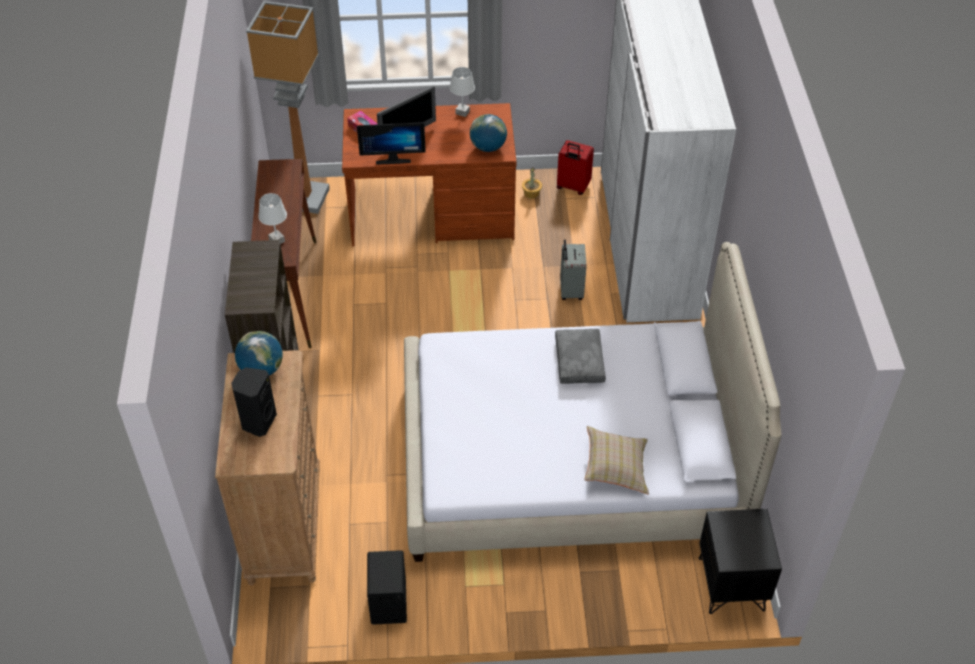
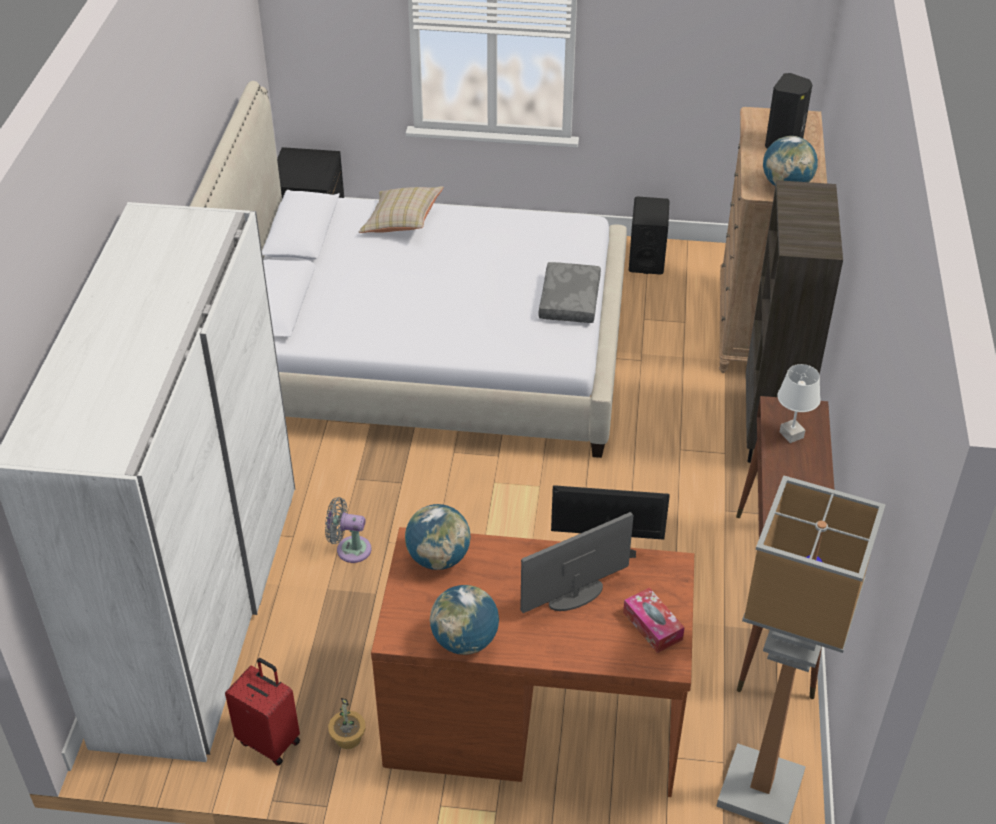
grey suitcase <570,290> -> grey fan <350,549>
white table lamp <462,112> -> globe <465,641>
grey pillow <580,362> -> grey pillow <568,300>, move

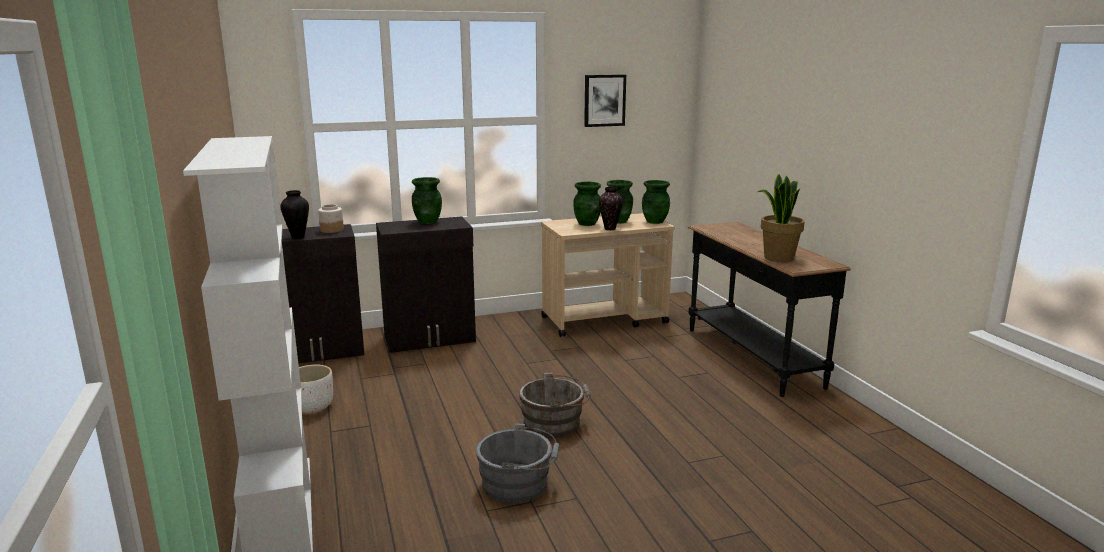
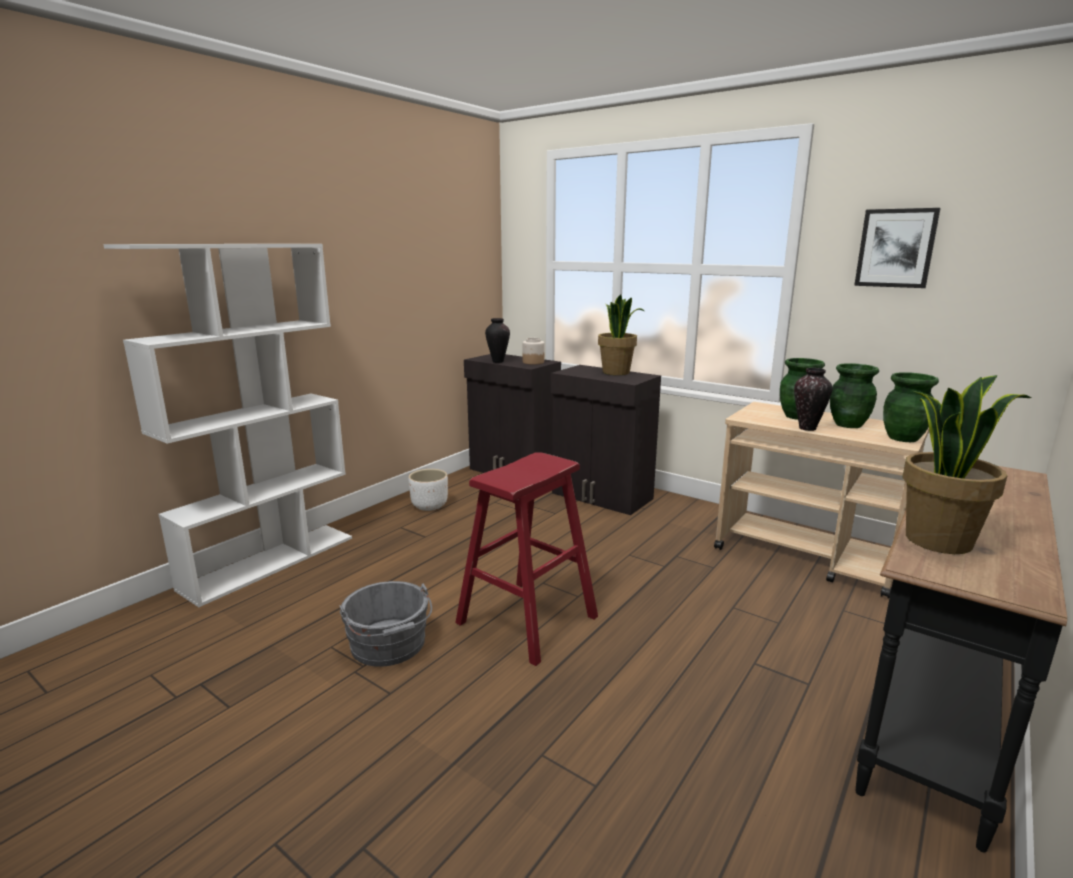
grey bucket <555,423> -> red stool <527,619>
green vase <427,221> -> potted plant <616,372>

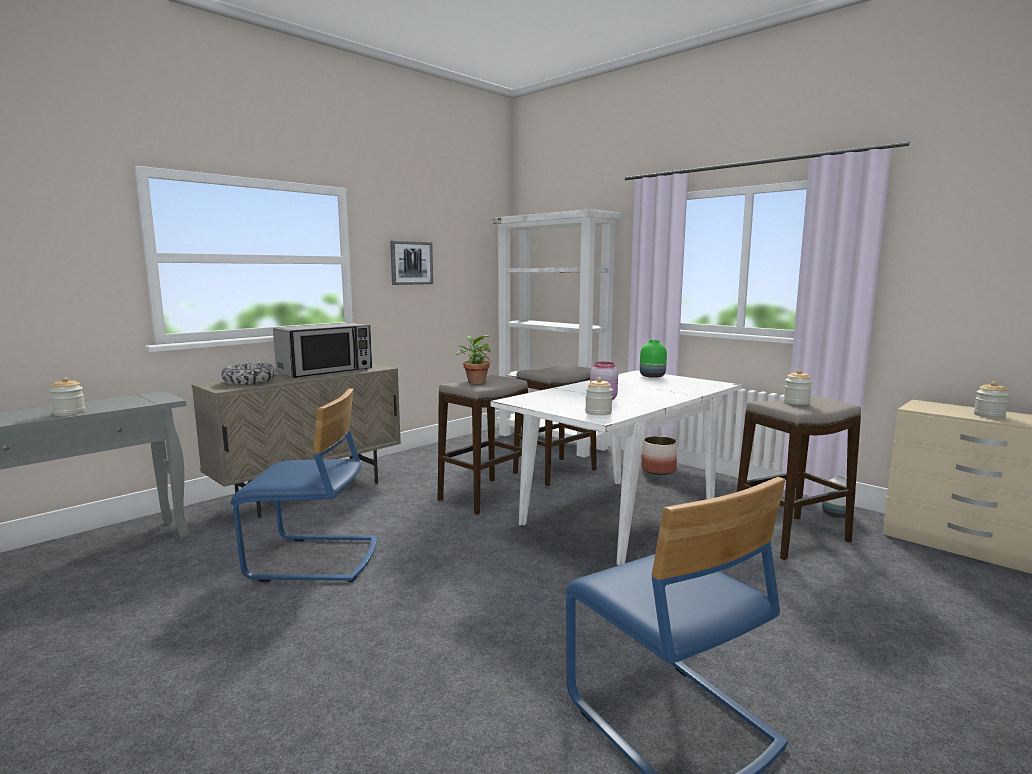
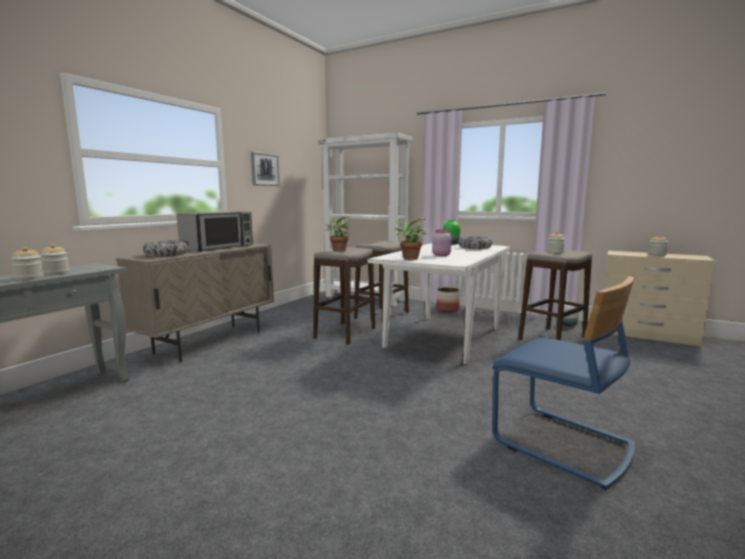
jar <598,412> -> jar <56,273>, move
none -> potted plant <408,258>
none -> bowl <475,248>
blue chair <314,560> -> none

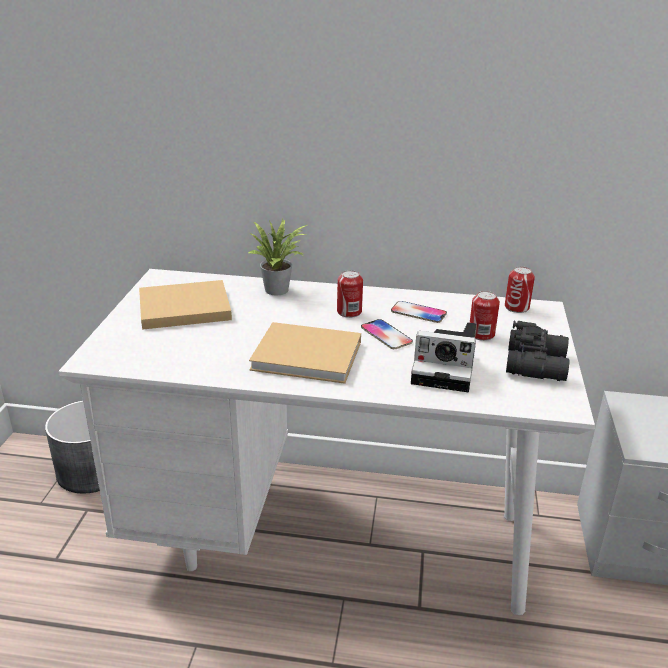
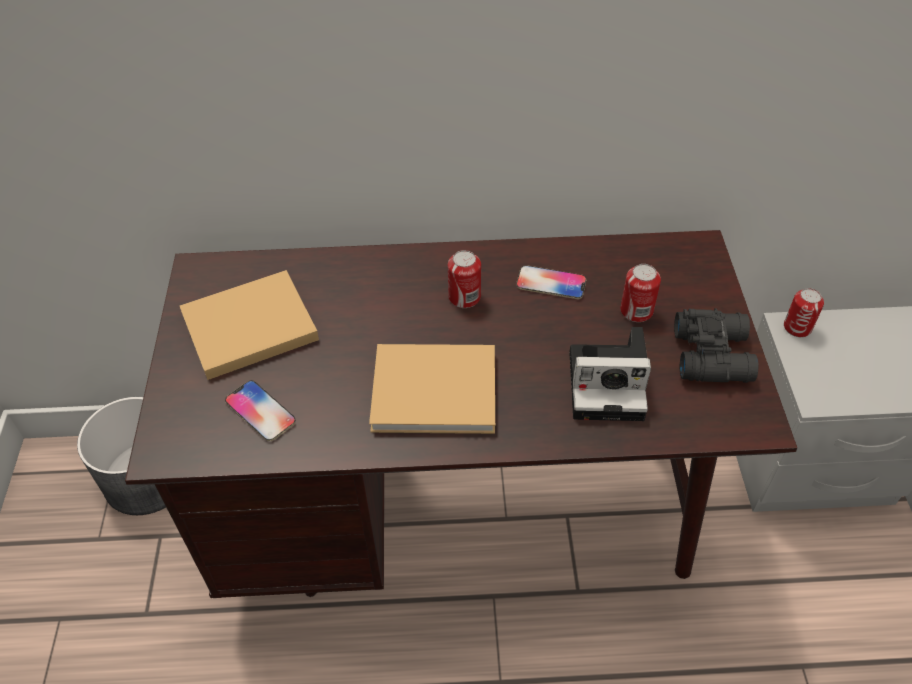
white desk <330,537> -> brown desk <460,517>
phone <386,335> -> phone <260,411>, move
can <516,307> -> can <797,327>, move
potted plant <280,290> -> none

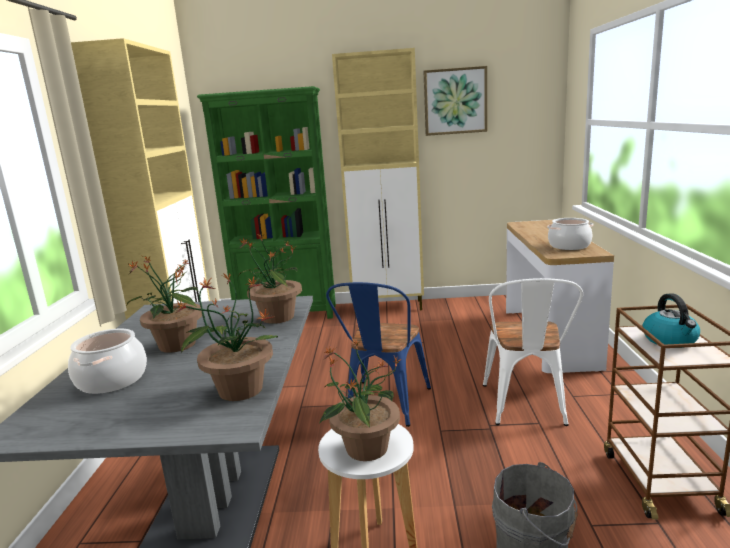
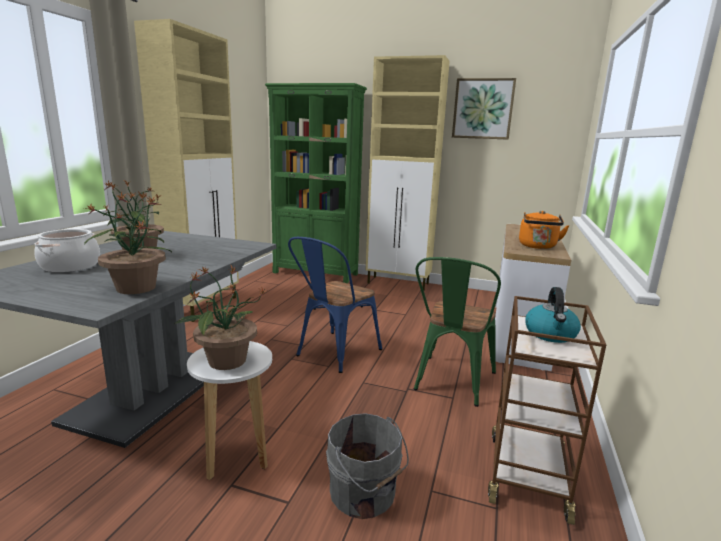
white chair <526,408> -> green chair <451,383>
cooking pot <569,246> -> orange kettle <538,247>
potted plant <277,318> -> none

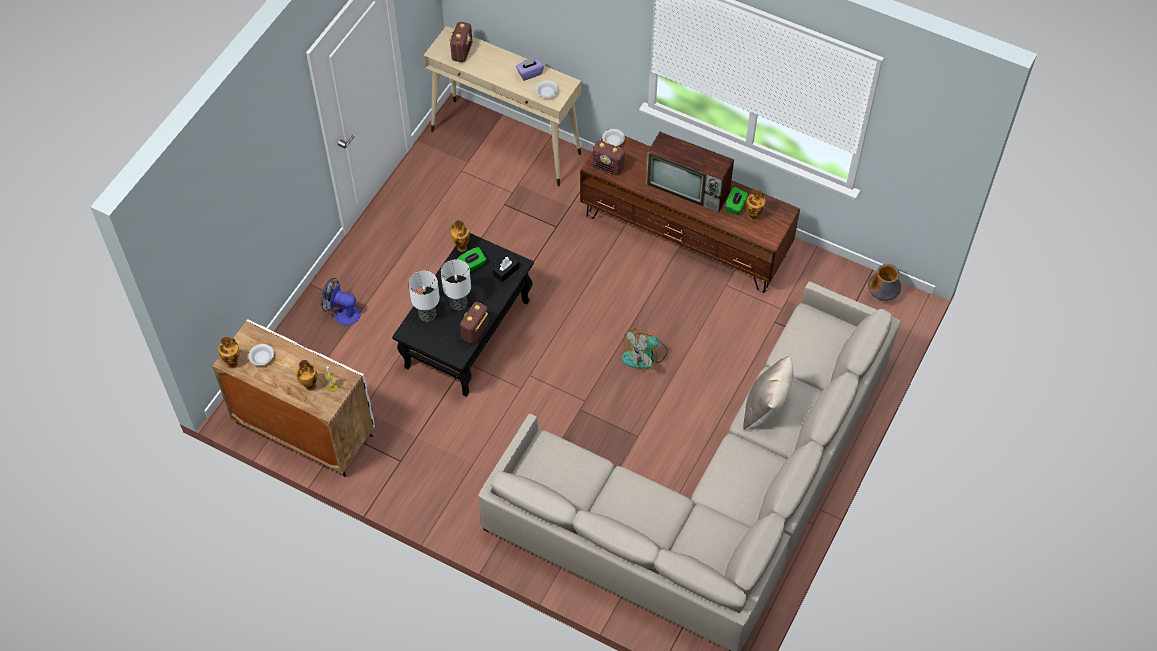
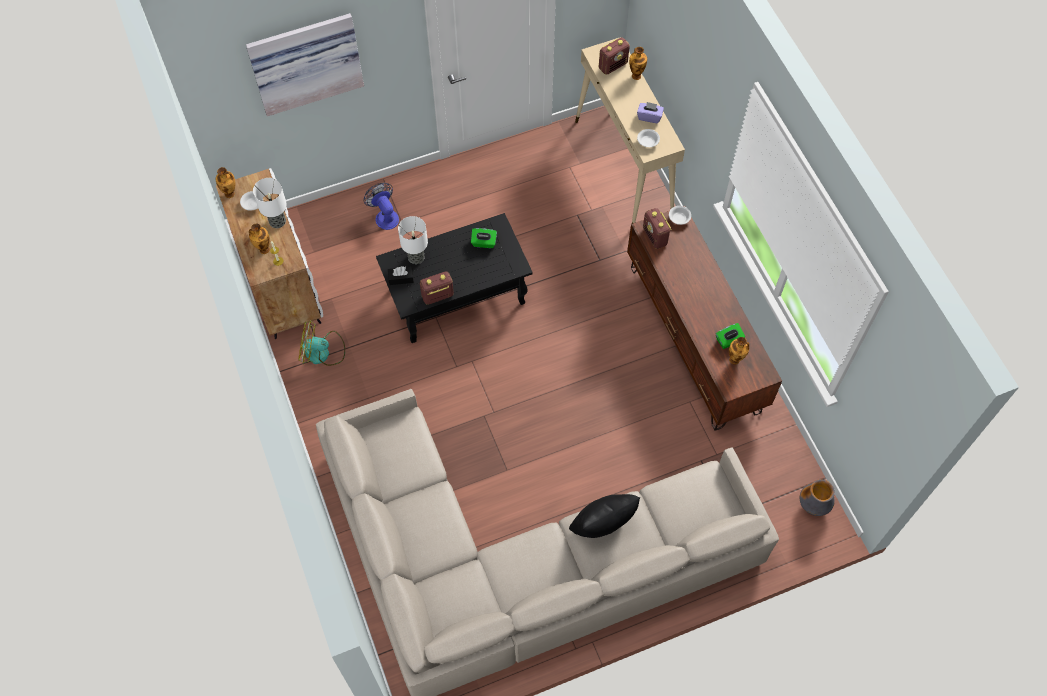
none -> picture <305,61>
table lamp <459,303> -> table lamp <277,222>, move
fan <645,355> -> fan <322,352>, move
black tissue box <506,271> -> black tissue box <401,278>, move
beige pillow <766,408> -> black pillow <603,525>
vase <461,247> -> vase <636,75>, move
television <689,188> -> none

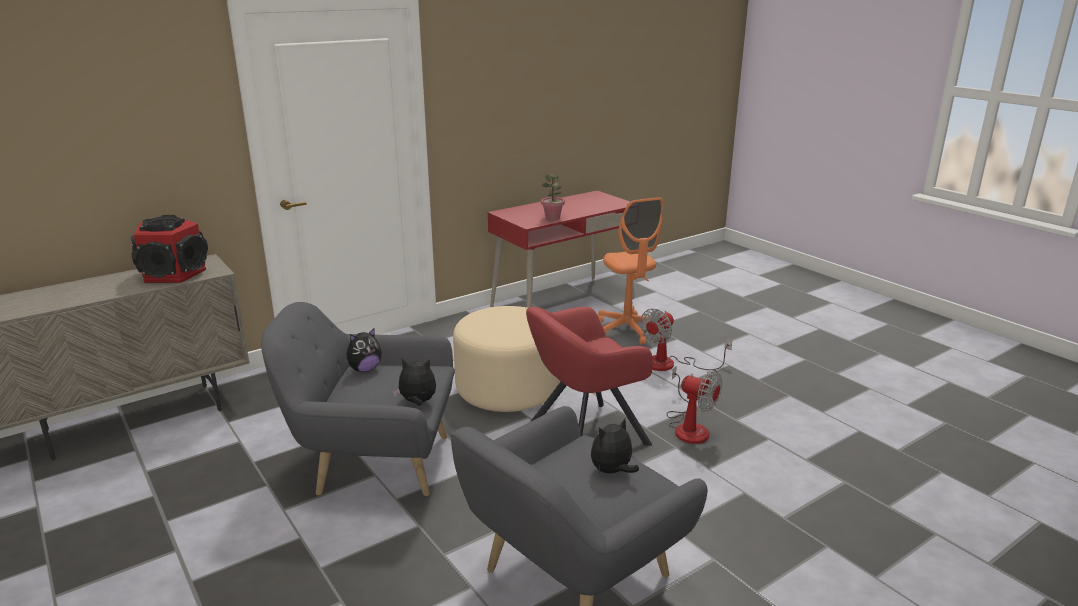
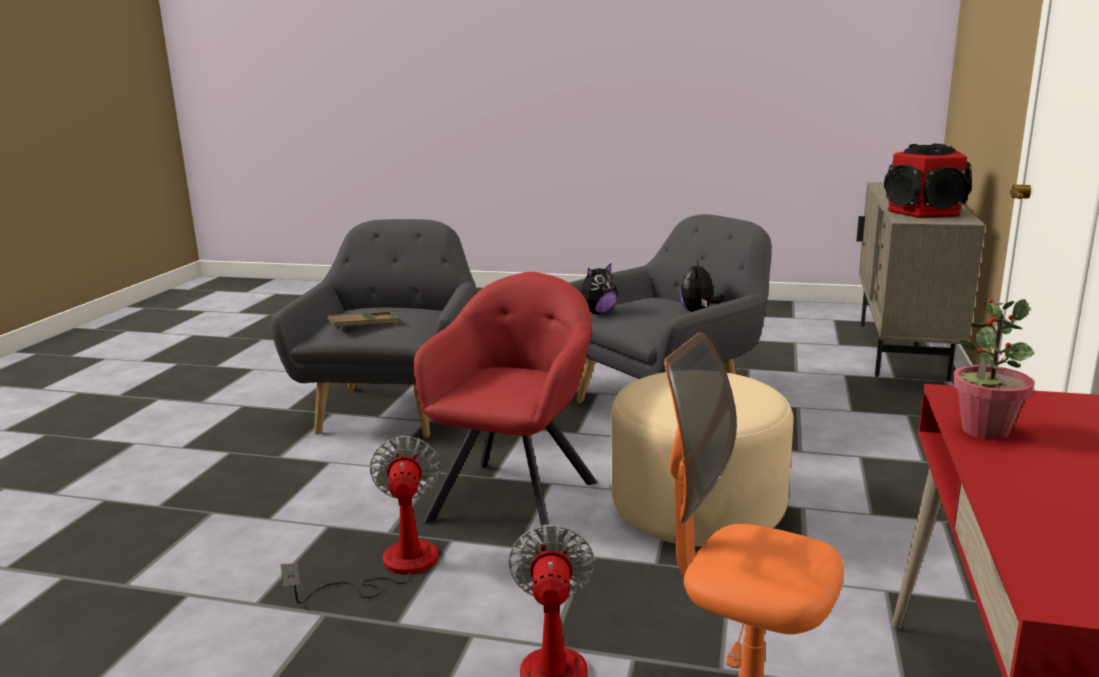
fan <689,427> -> fan <392,567>, 90 degrees clockwise
plush toy <612,472> -> brown tray <363,324>

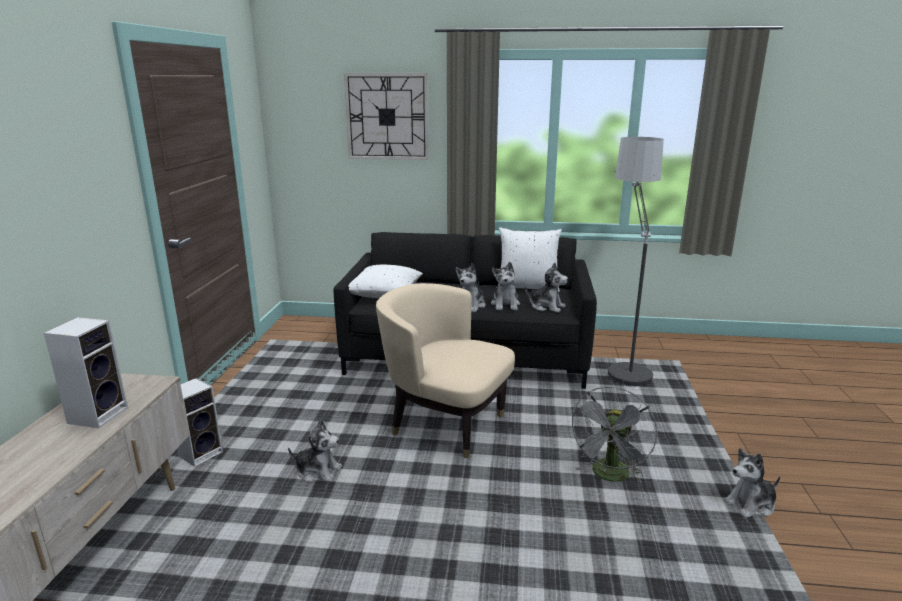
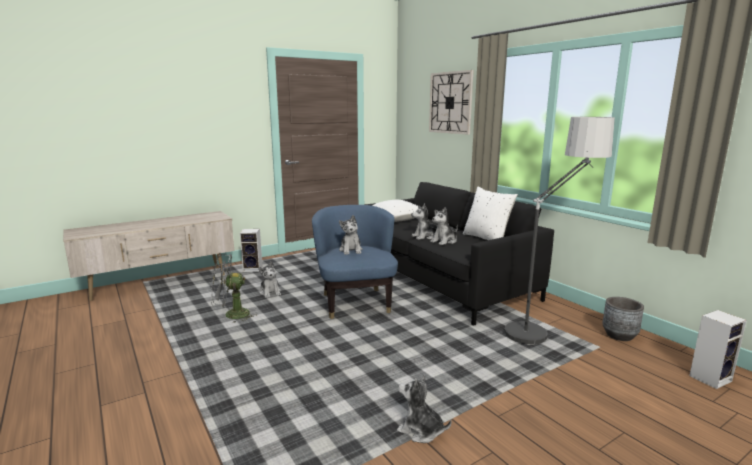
grey fan <610,476> -> grey fan <231,315>, move
beige armchair <445,424> -> blue armchair <355,302>
plush toy <546,306> -> plush toy <351,250>, move
none -> grey planter <619,335>
speaker <98,414> -> speaker <710,378>, move

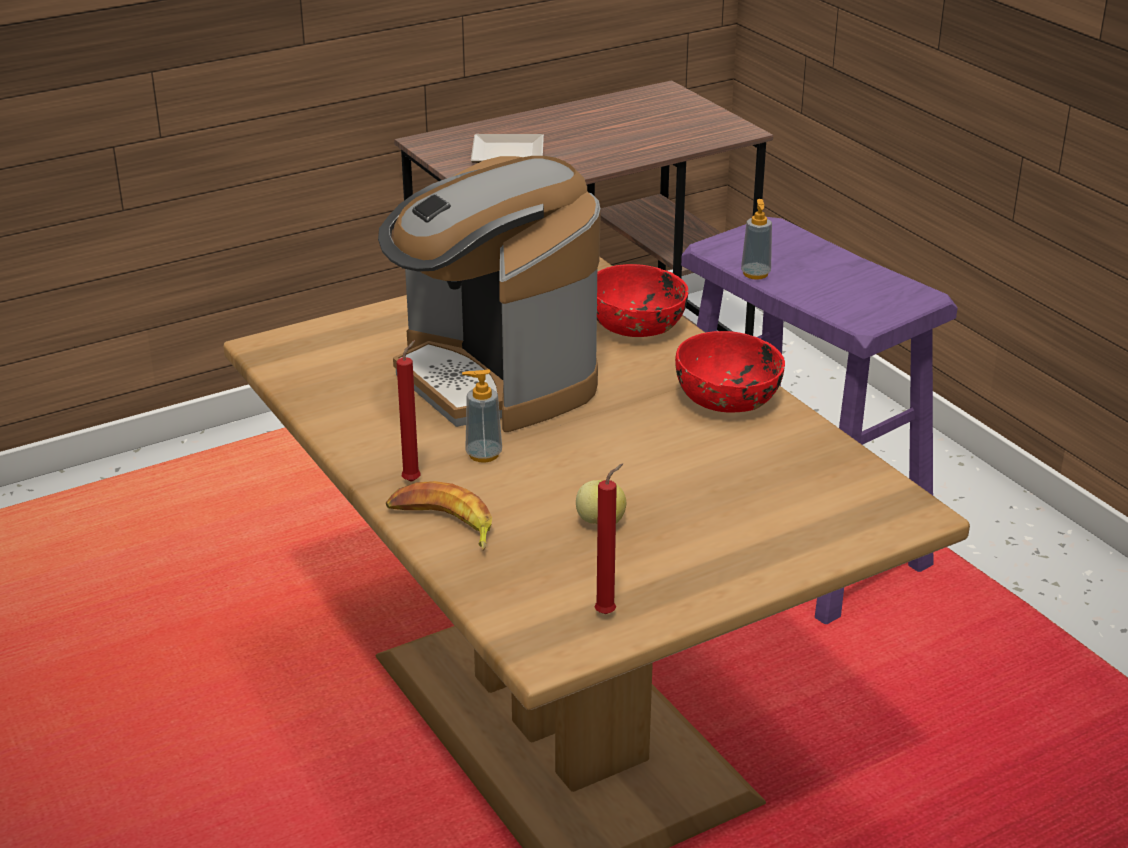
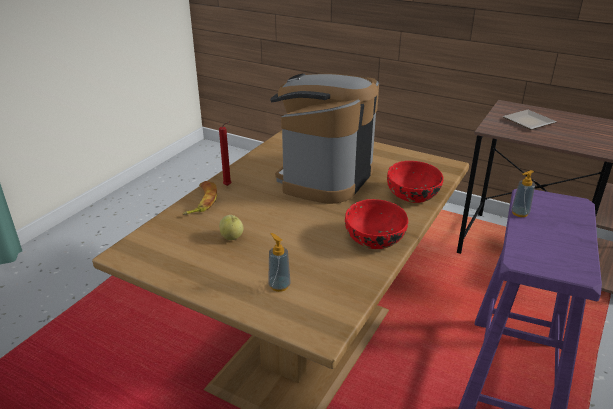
soap dispenser <483,454> -> soap dispenser <279,285>, move
red candle <608,613> -> none

